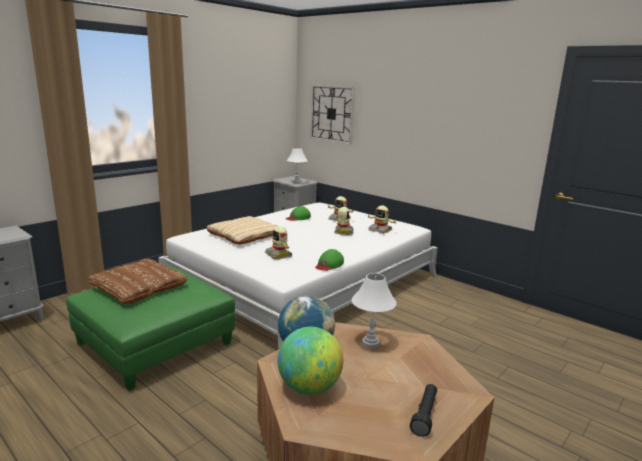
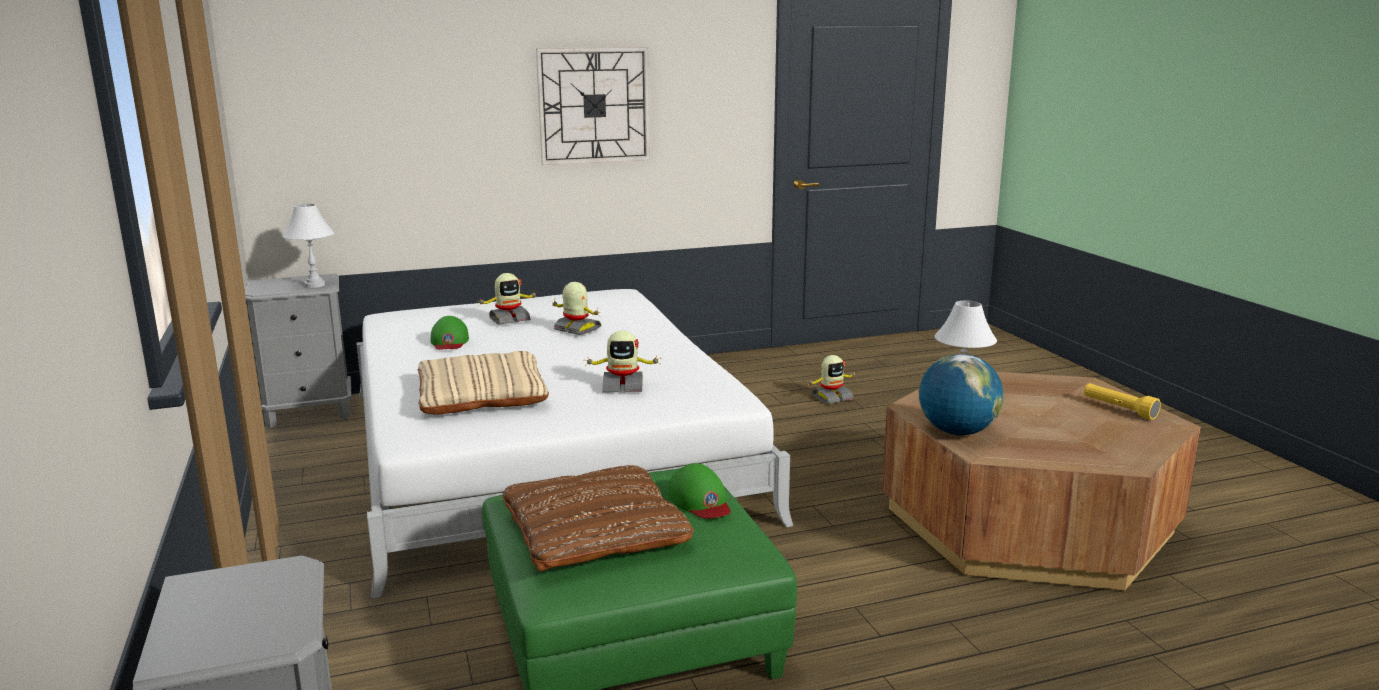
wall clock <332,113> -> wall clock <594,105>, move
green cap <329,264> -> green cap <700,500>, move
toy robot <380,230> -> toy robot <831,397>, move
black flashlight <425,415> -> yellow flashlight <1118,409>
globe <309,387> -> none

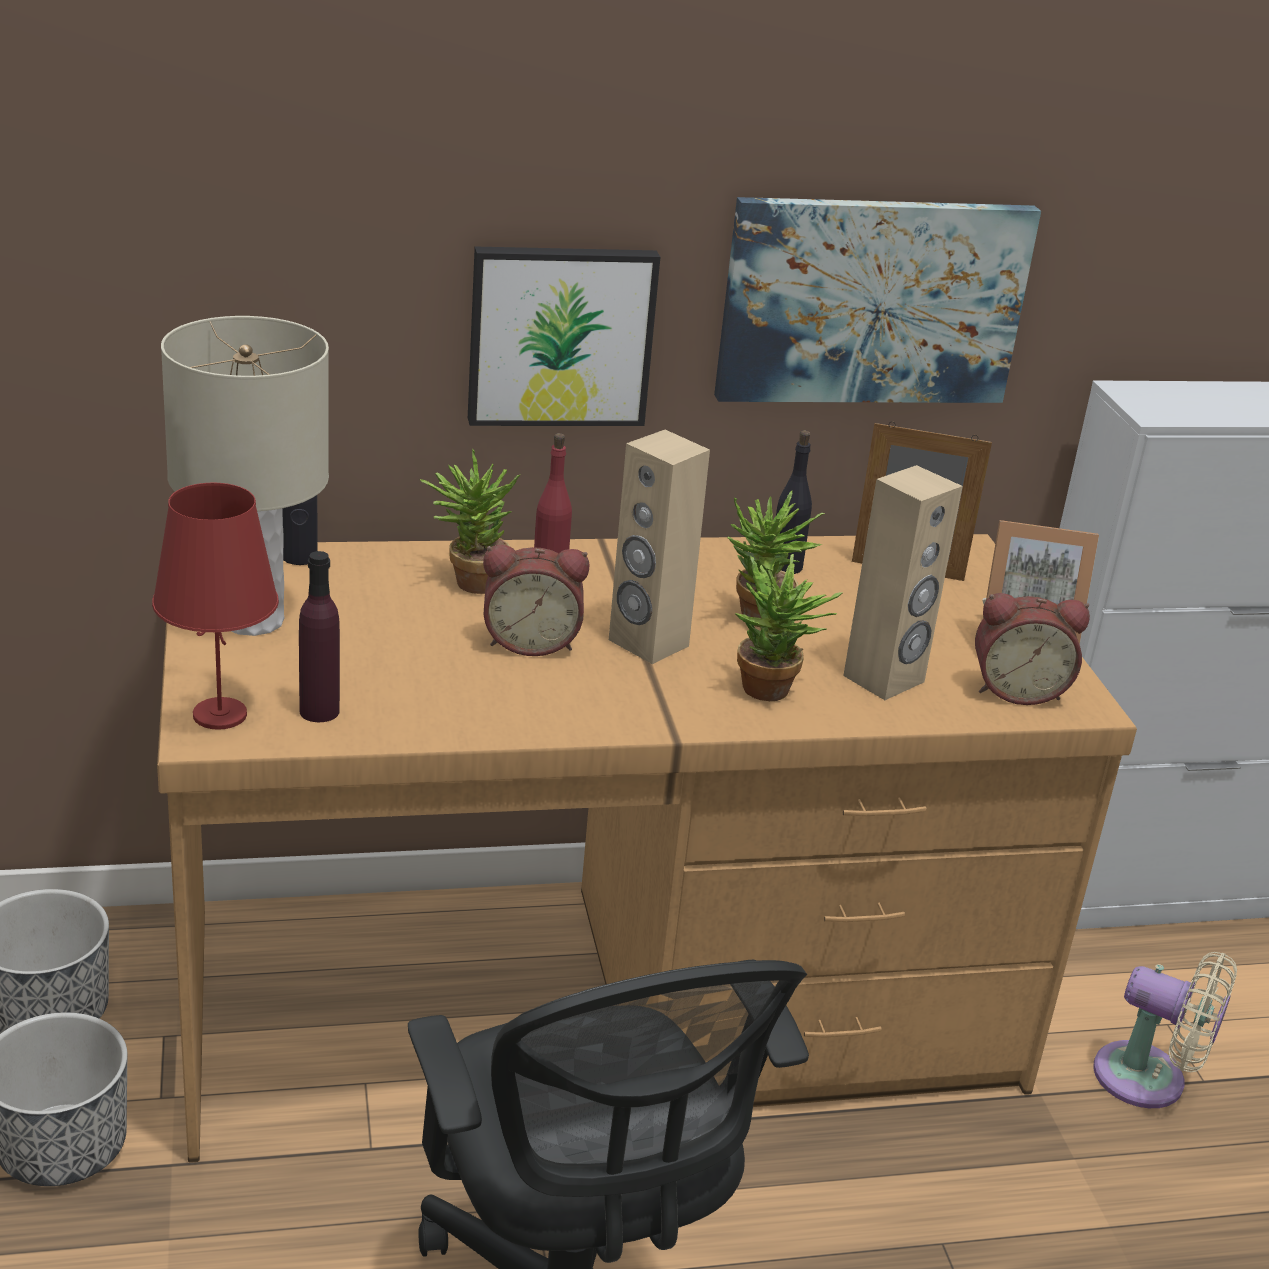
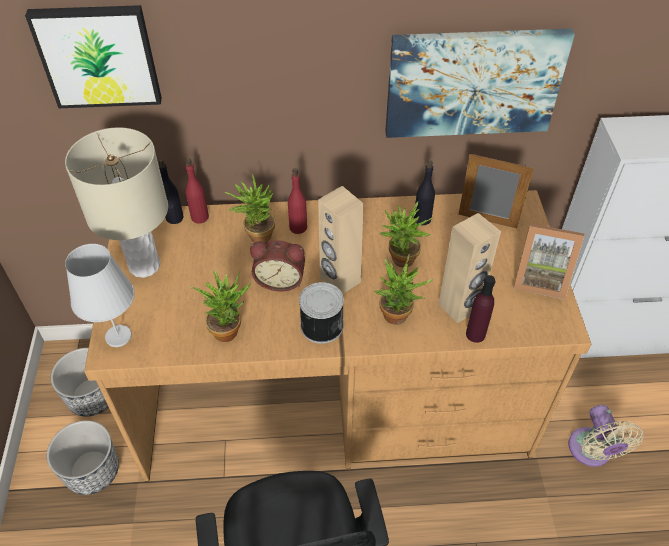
picture <560,335> -> picture <98,56>, move
red table lamp <219,714> -> white table lamp <118,336>
none -> red bottle <200,217>
none -> potted plant <229,328>
none -> can <320,325>
purple bottle <319,711> -> purple bottle <475,334>, move
beige fan <1149,1080> -> beige fan <591,452>, 45 degrees clockwise
alarm clock <1017,689> -> none

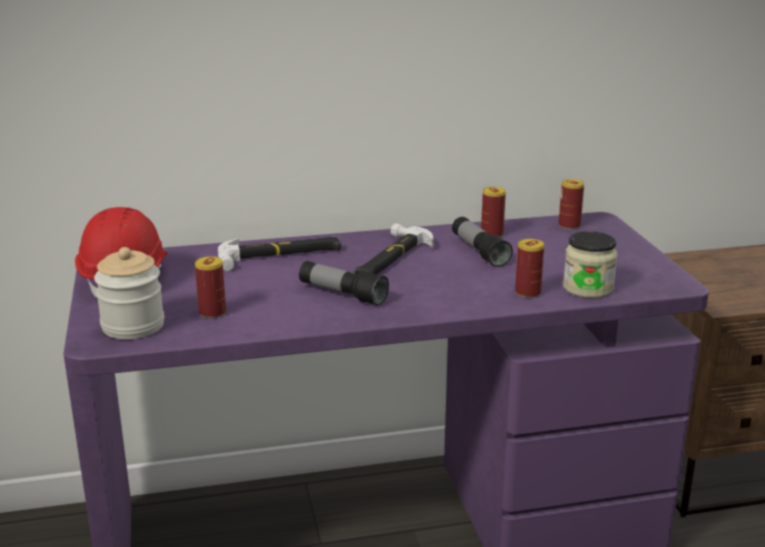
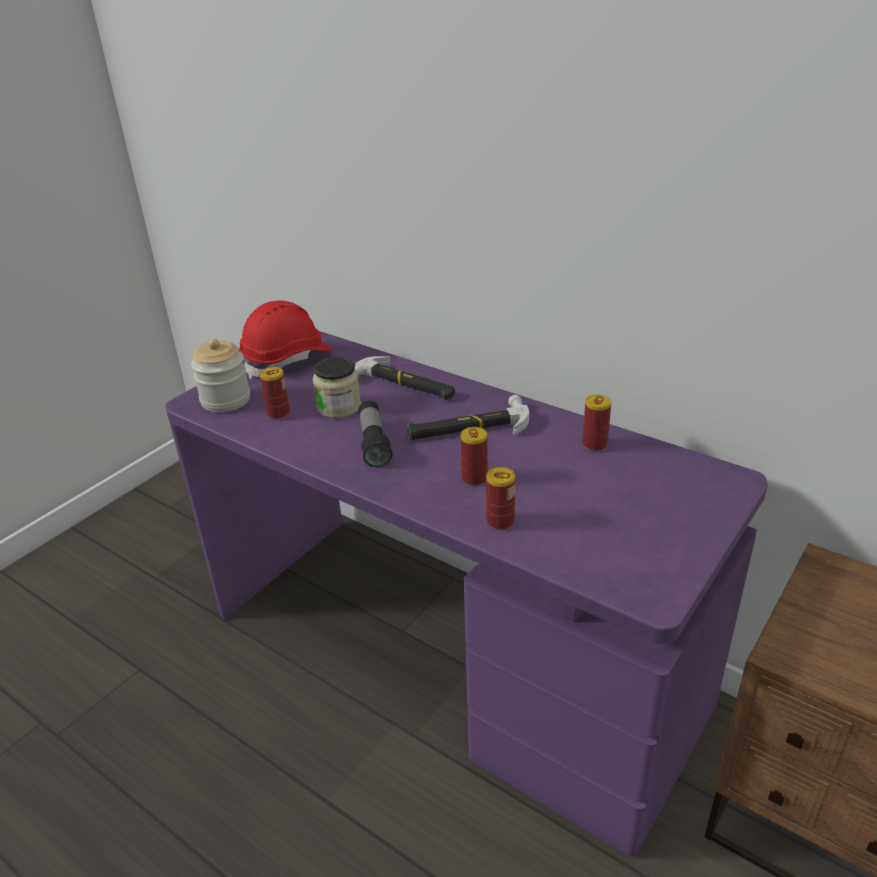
jar <588,288> -> jar <339,407>, move
can <569,225> -> can <474,479>, move
flashlight <479,252> -> none

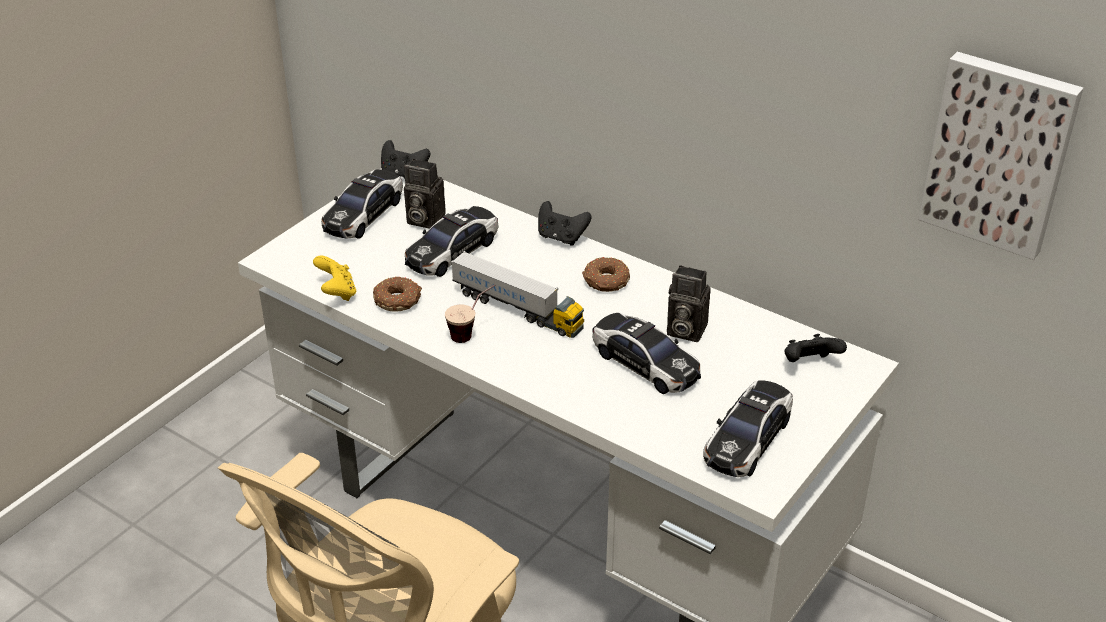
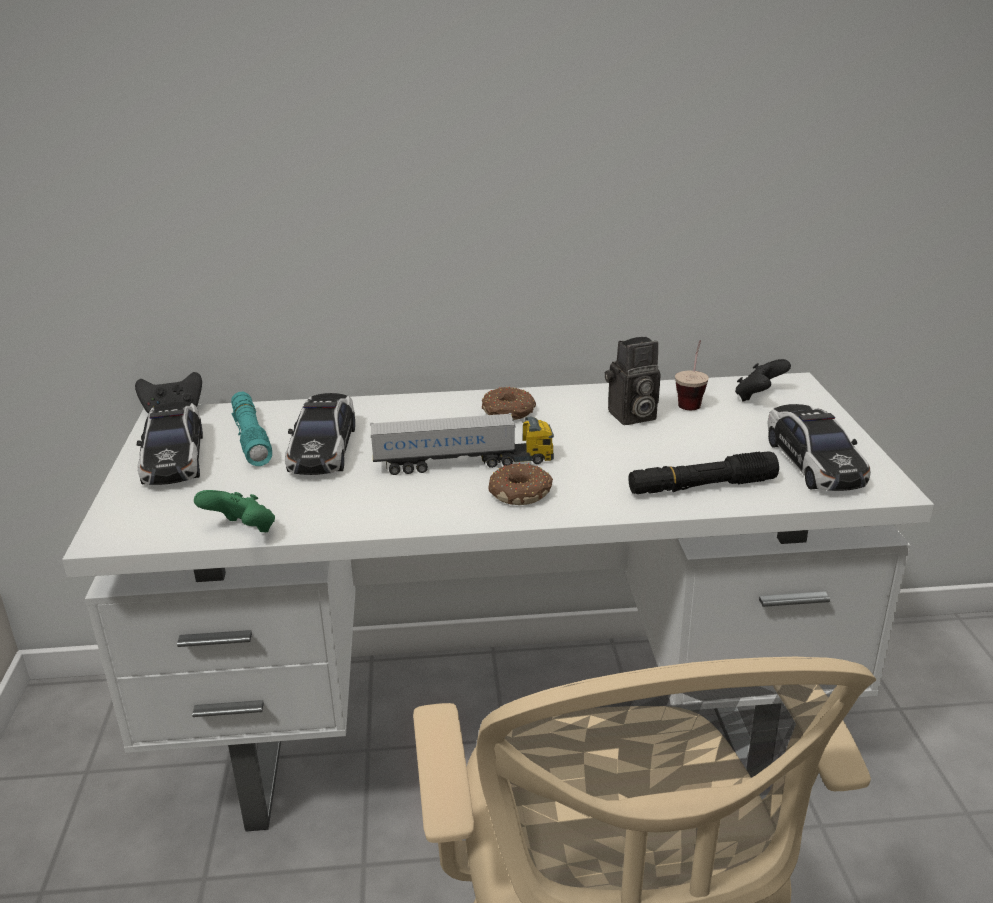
yellow game controller <337,293> -> green game controller <242,531>
photo camera <423,219> -> turquoise flashlight <251,437>
donut <398,300> -> donut <521,492>, move
none -> black flashlight <701,486>
cup <472,333> -> cup <691,401>, move
black game controller <561,237> -> none
toy car <645,363> -> none
picture <999,153> -> none

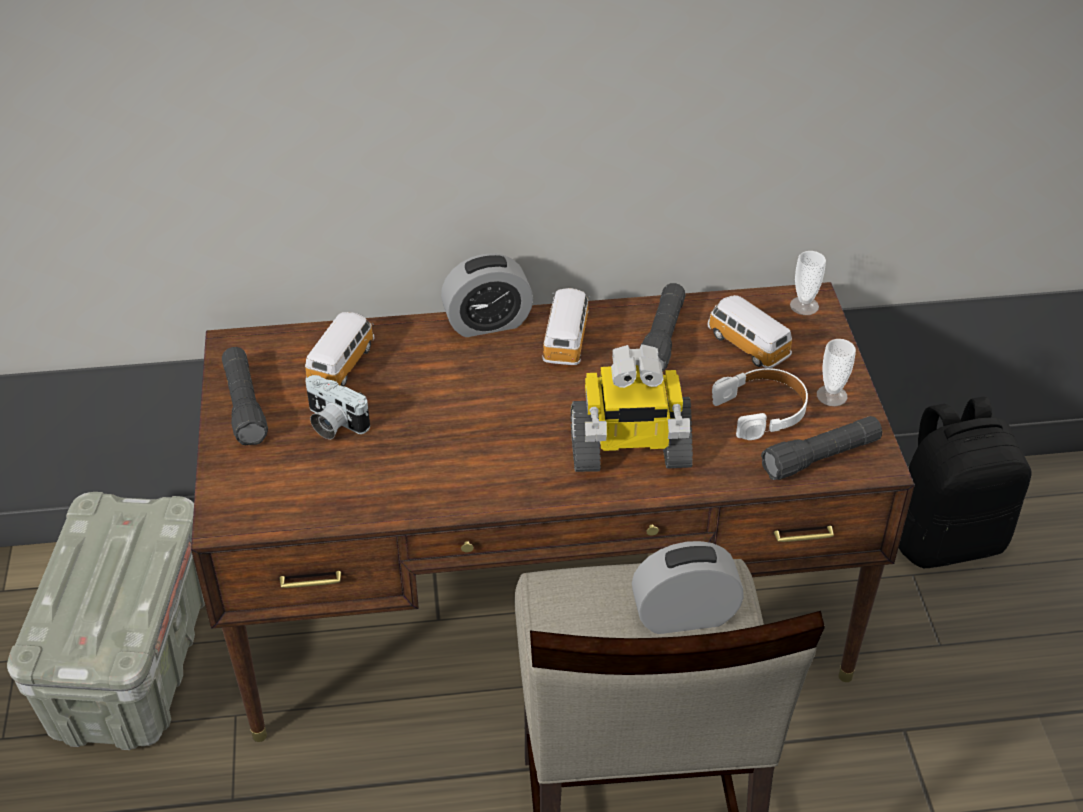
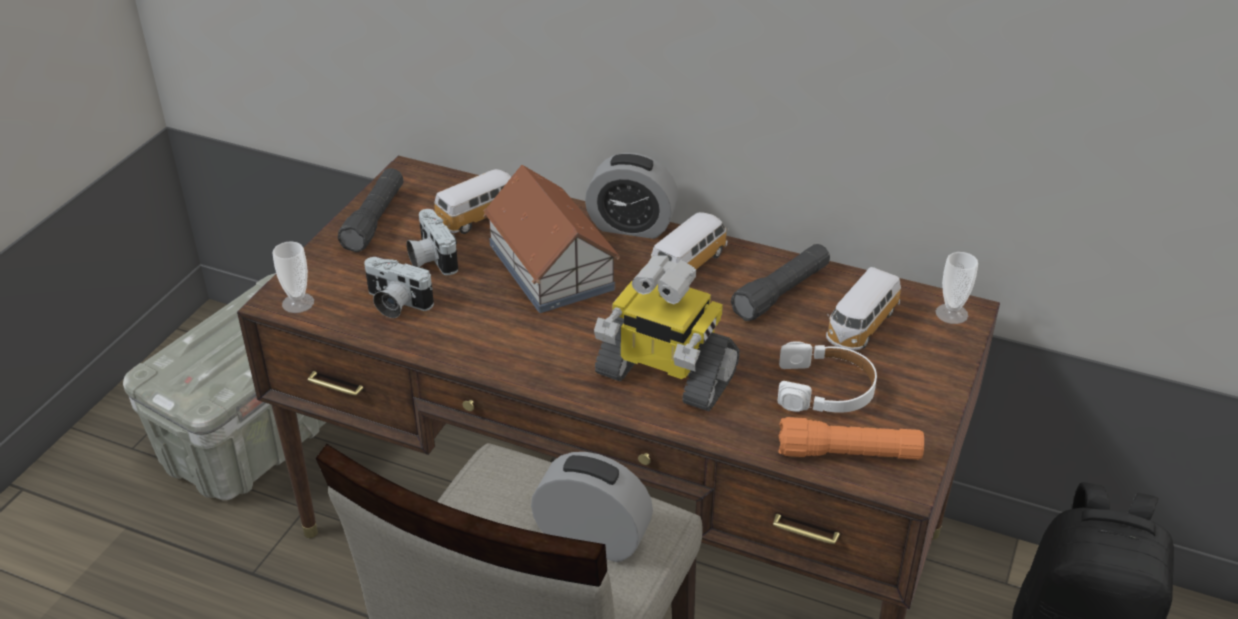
cup <831,395> -> cup <298,303>, move
none -> photo camera <395,304>
none -> toy house <551,265>
black flashlight <820,458> -> orange flashlight <848,454>
toy car <746,344> -> toy car <860,326>, 135 degrees counterclockwise

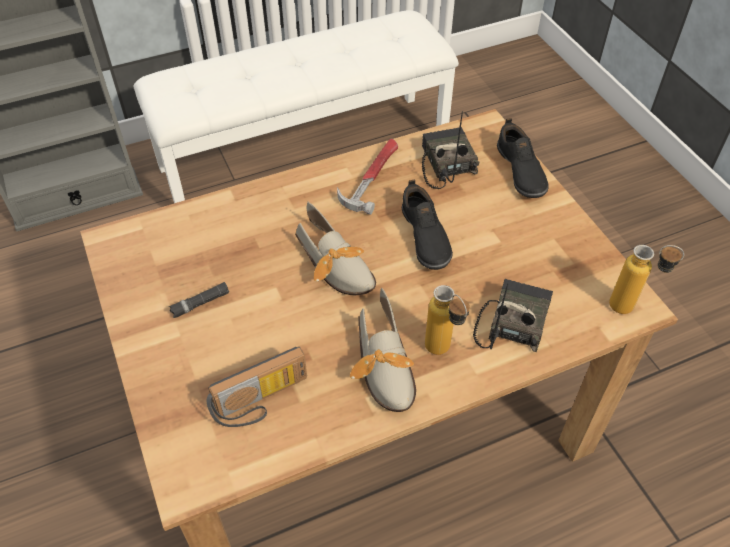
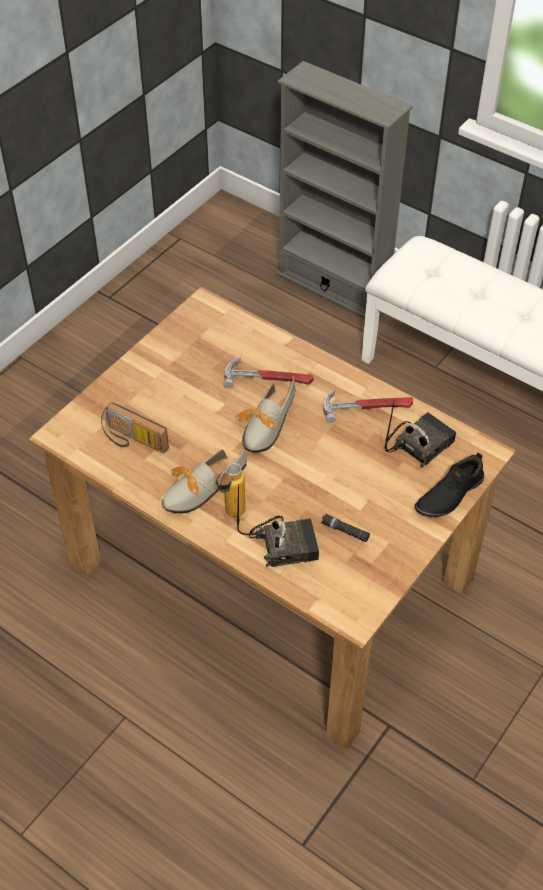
none -> hammer <269,378>
black flashlight <200,303> -> black flashlight <345,531>, move
black shoe <424,237> -> none
bottle <631,308> -> none

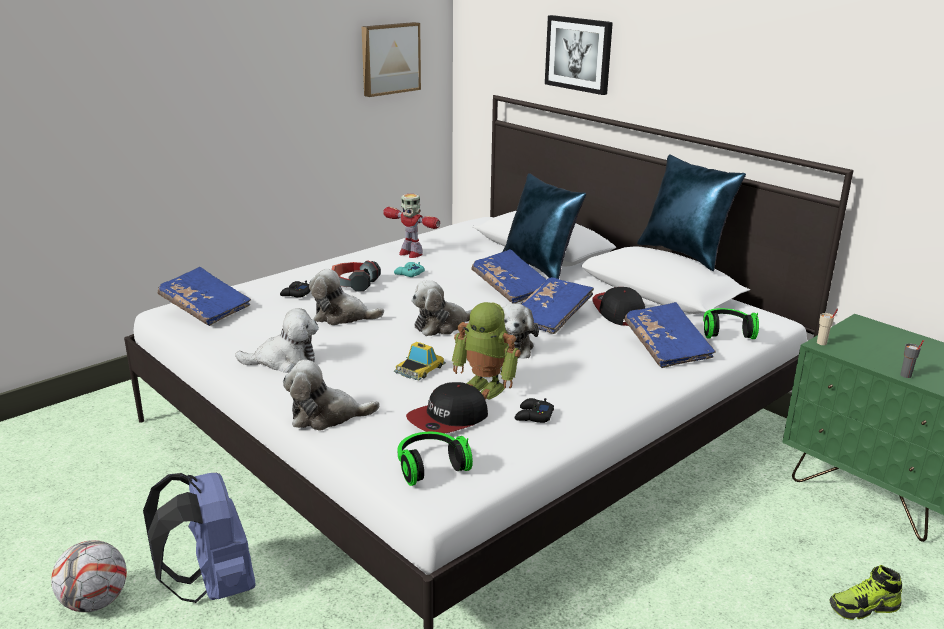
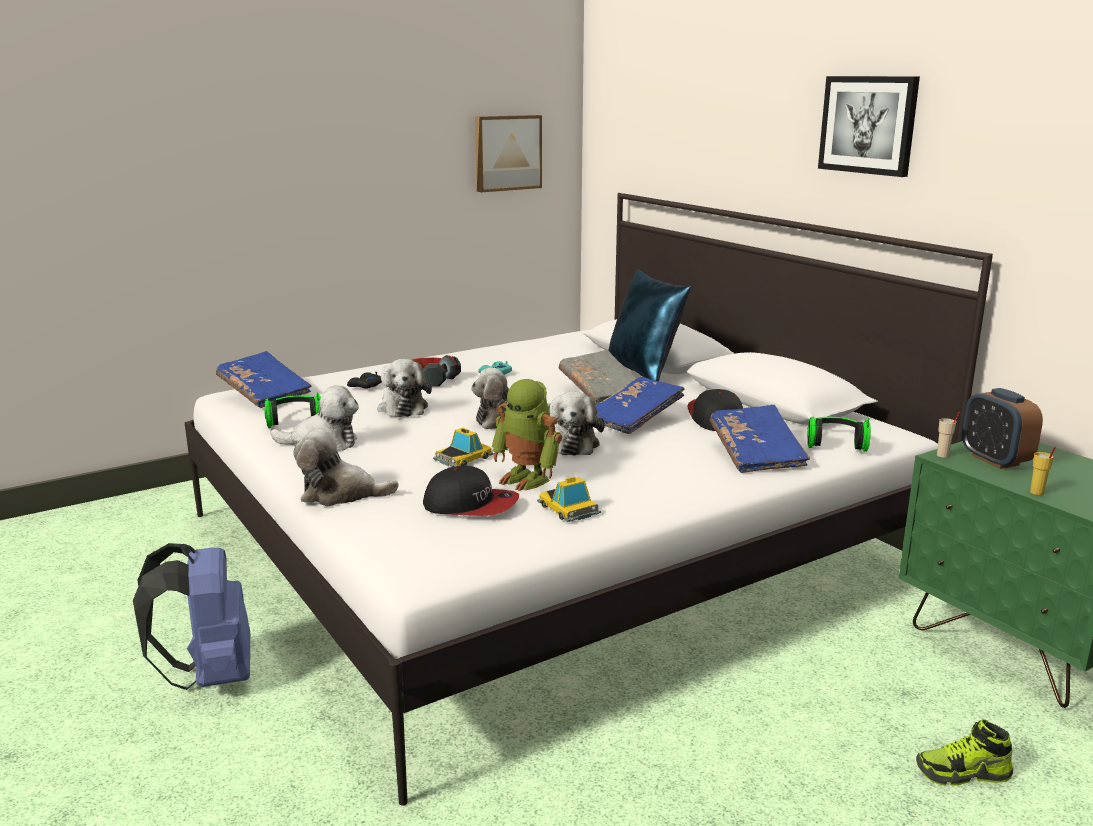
headphones <430,466> -> headphones <294,420>, move
plush toy <342,316> -> plush toy <403,407>, 120 degrees counterclockwise
cap <448,419> -> cap <471,505>, 135 degrees counterclockwise
black game controller <533,416> -> toy car <568,508>
blue book <511,288> -> grey book <601,391>
picture <579,54> -> picture <868,125>, move
none -> alarm clock <995,460>
grey cup <906,375> -> yellow cup <1037,492>
football <94,602> -> none
toy robot <410,253> -> none
blue pillow <685,254> -> none

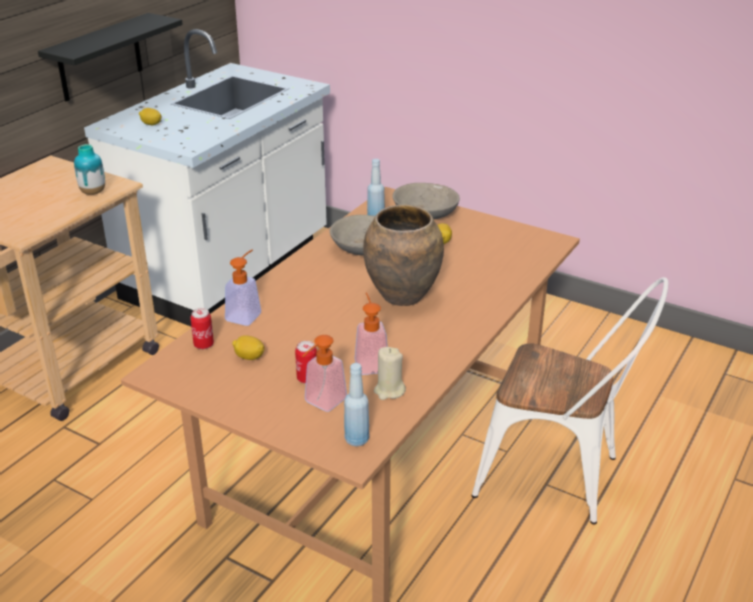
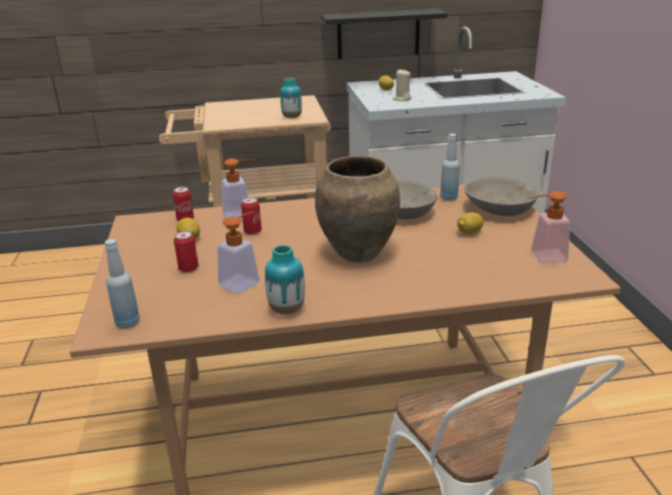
none -> can <252,231>
none -> vase <287,309>
beige candle <389,391> -> beige candle <402,99>, move
soap dispenser <321,403> -> soap dispenser <542,257>, move

